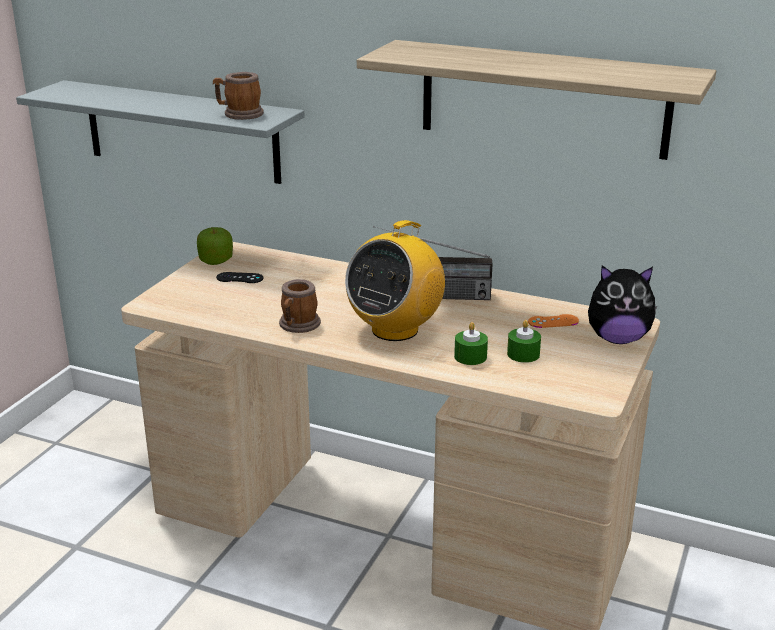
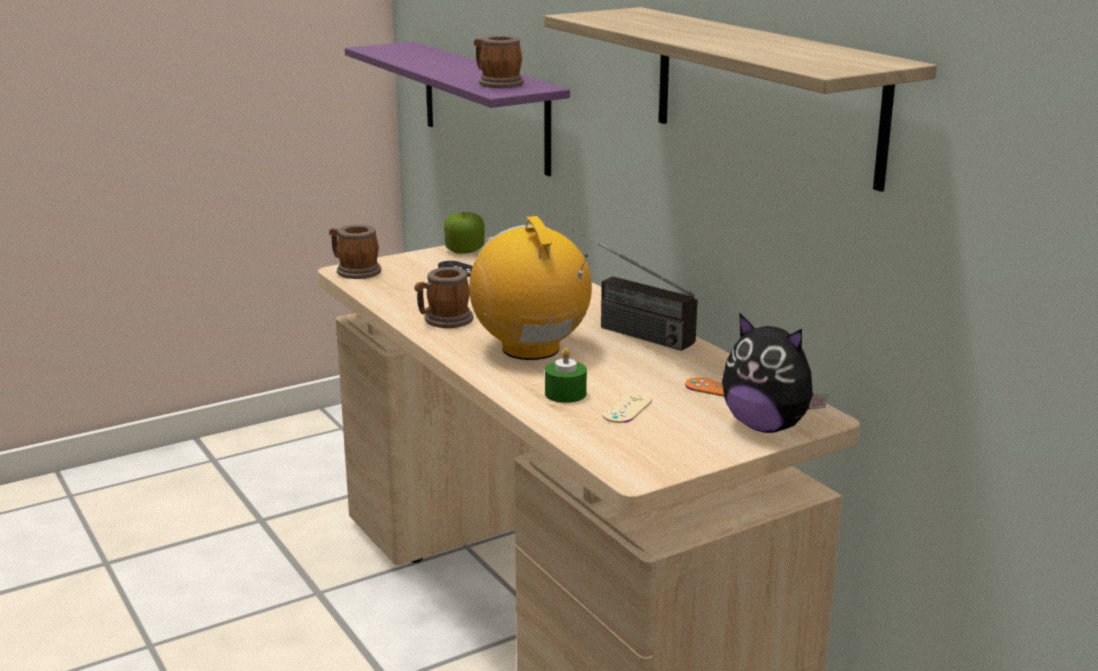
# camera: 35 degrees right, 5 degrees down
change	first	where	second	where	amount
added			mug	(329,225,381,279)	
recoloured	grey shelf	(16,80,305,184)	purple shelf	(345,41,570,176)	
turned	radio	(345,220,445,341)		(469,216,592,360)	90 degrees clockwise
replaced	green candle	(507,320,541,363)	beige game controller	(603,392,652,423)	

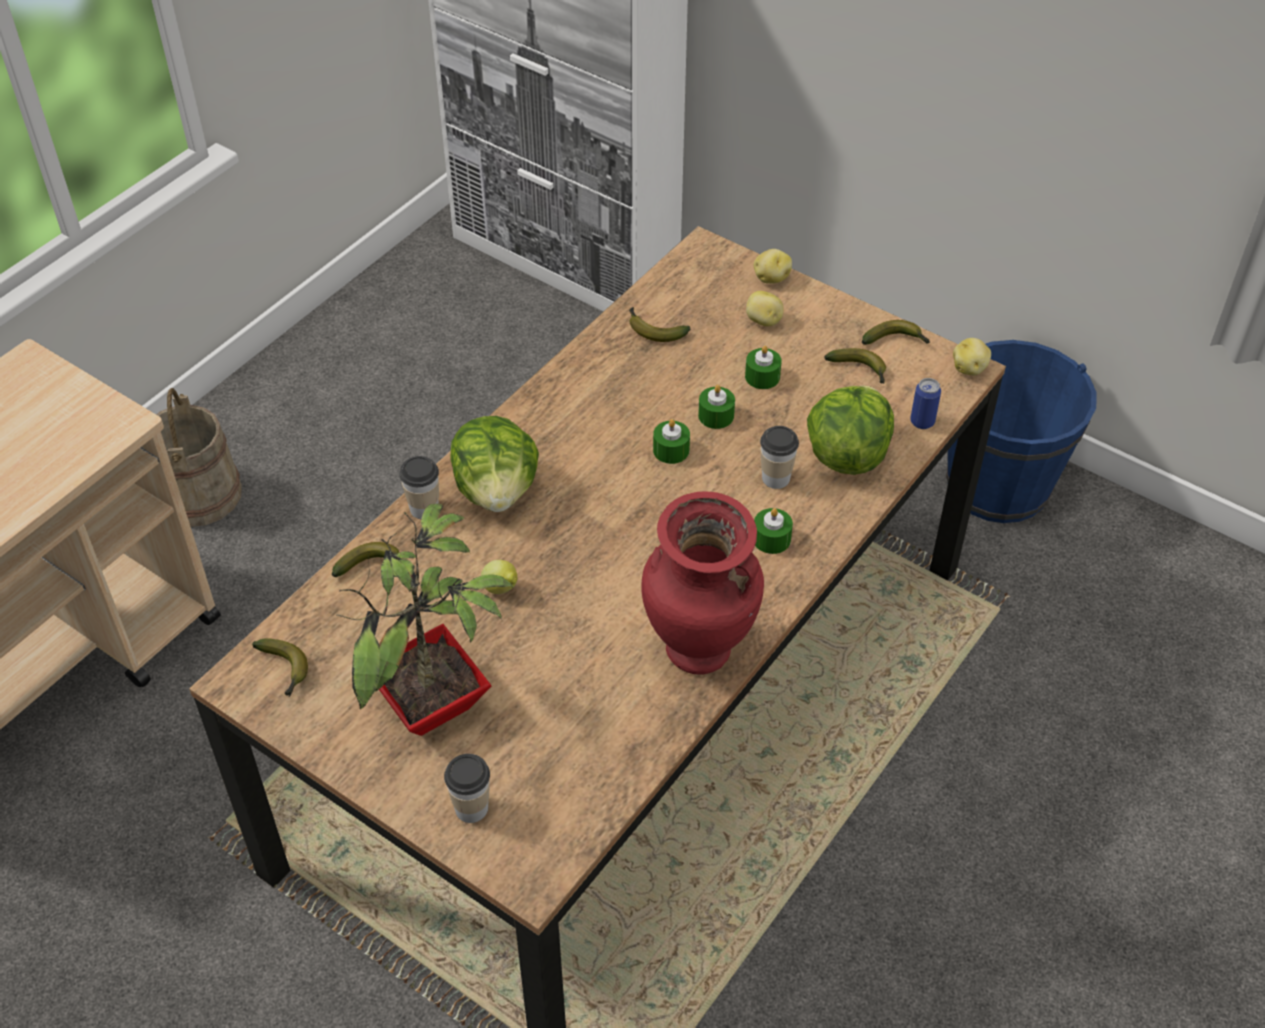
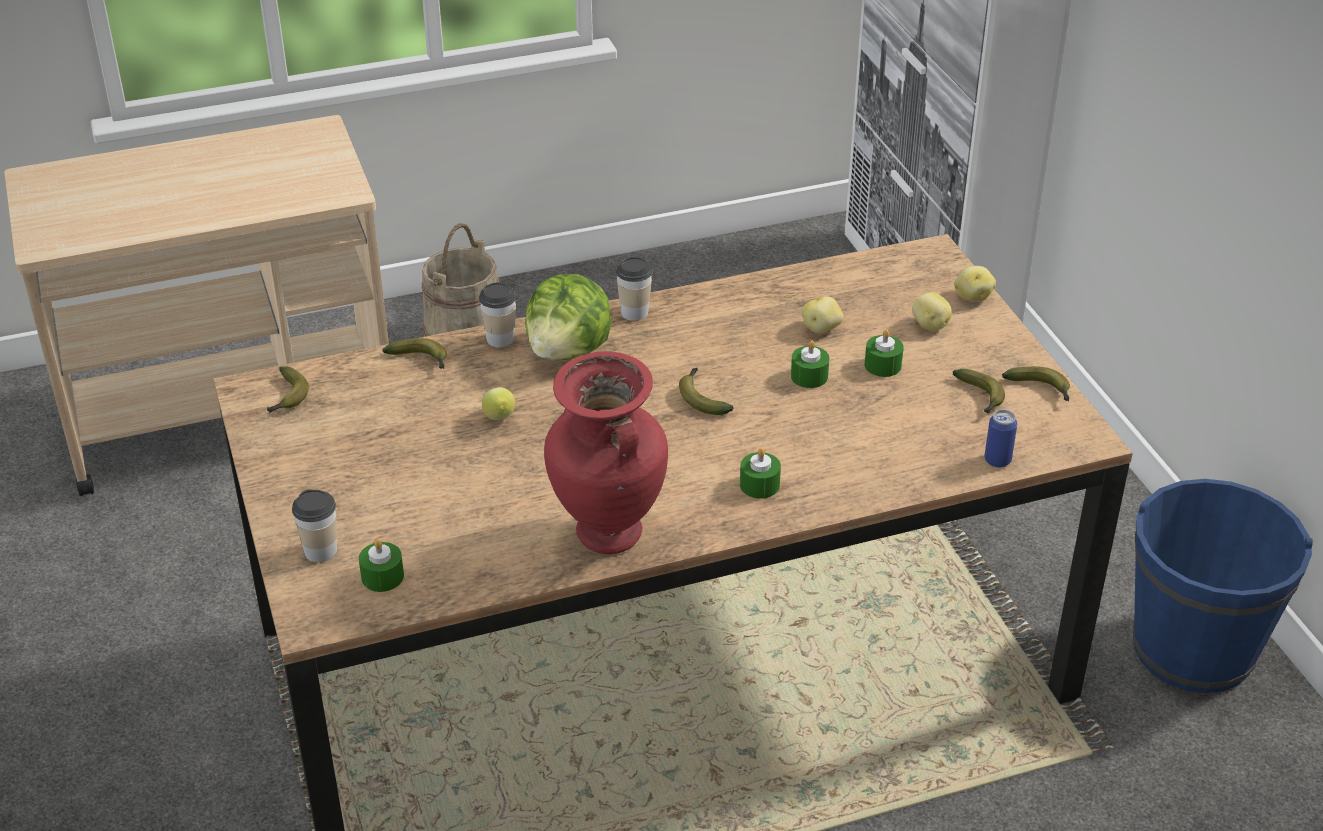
# camera: 35 degrees right, 10 degrees down
change	first	where	second	where	amount
moved	green candle	(653,419,690,464)		(359,539,404,592)	
moved	cup	(760,426,799,489)		(616,257,653,321)	
moved	banana	(629,307,690,342)		(679,368,734,415)	
moved	potato	(953,338,991,376)		(802,296,843,334)	
removed	potted plant	(336,503,513,736)			
removed	lettuce	(807,386,894,475)			

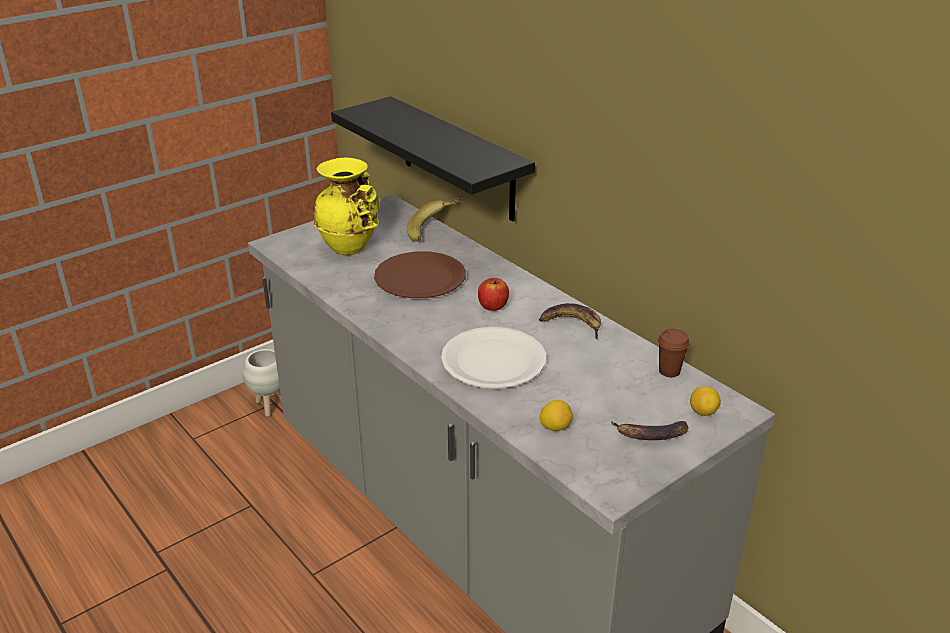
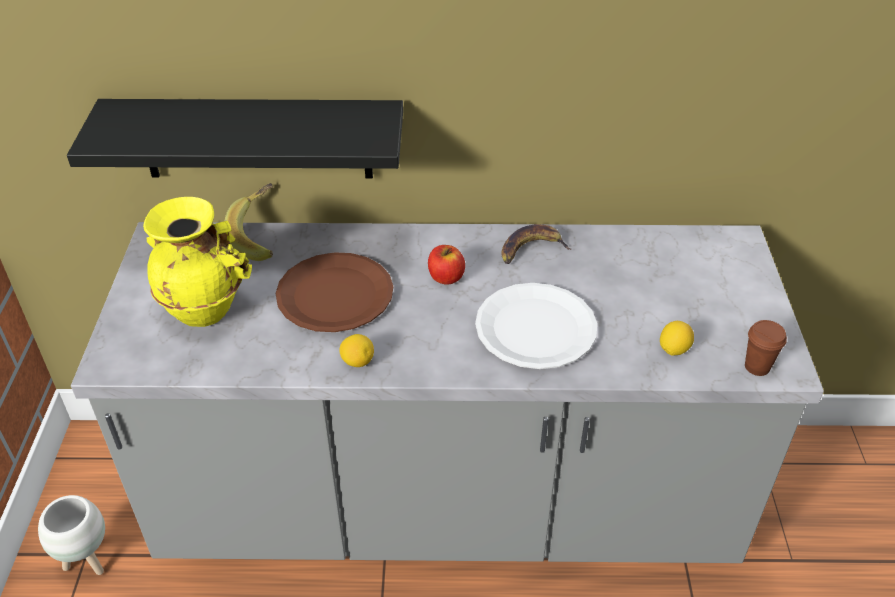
# camera: 50 degrees left, 10 degrees up
change	first	where	second	where	amount
moved	lemon	(690,386,721,416)		(340,334,374,367)	
moved	brown cup	(658,329,689,377)		(745,320,787,376)	
removed	banana	(611,421,688,440)			

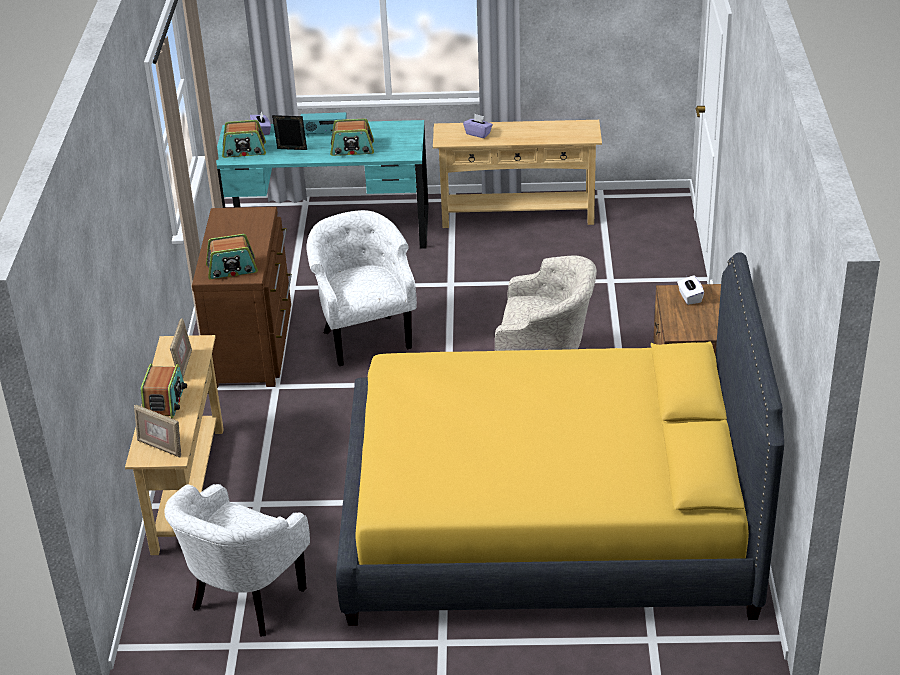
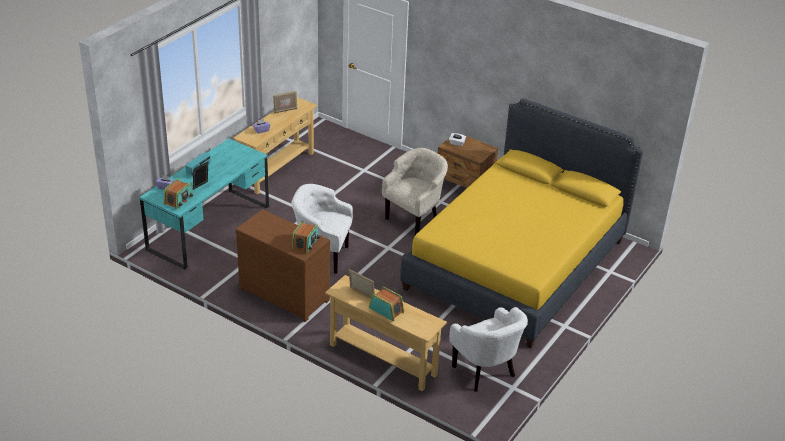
# camera: 60 degrees left, 0 degrees up
change	first	where	second	where	amount
moved	picture frame	(134,405,181,458)		(273,91,297,114)	
removed	radio	(330,118,374,156)			

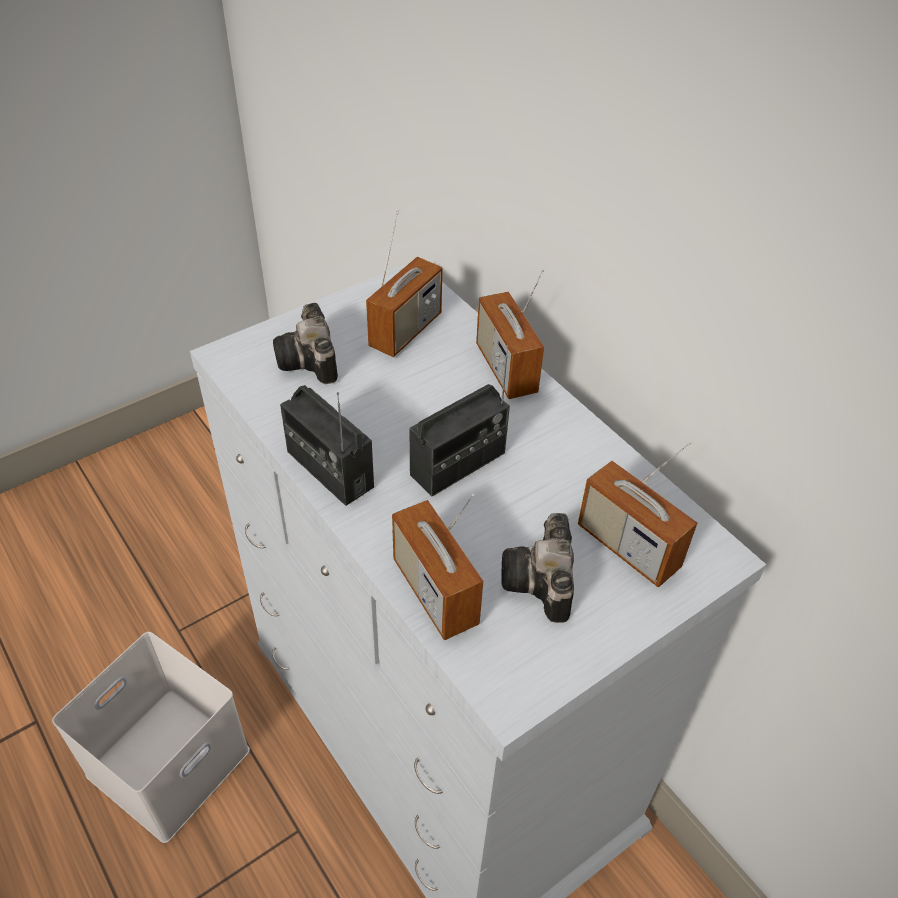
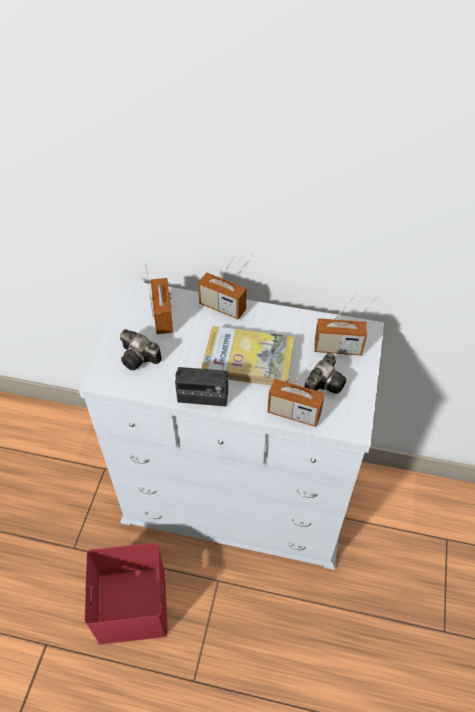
# camera: 40 degrees left, 5 degrees up
change	first	where	second	where	amount
recoloured	white storage box	(52,632,250,843)	red storage box	(85,543,168,645)	
replaced	radio	(409,345,510,497)	book	(201,326,294,386)	
turned	photo camera	(501,513,574,623)		(305,353,346,394)	105 degrees counterclockwise

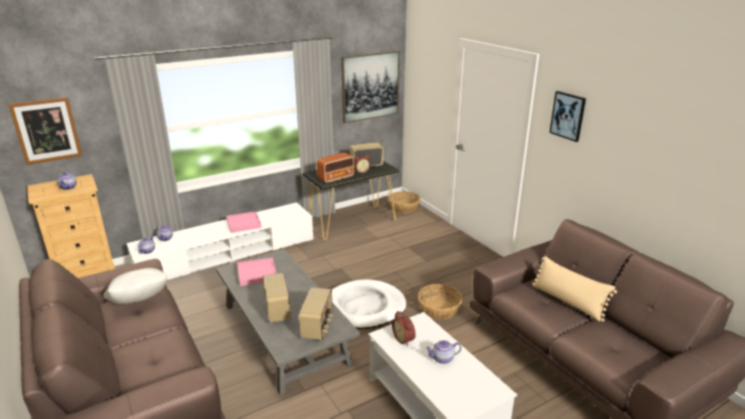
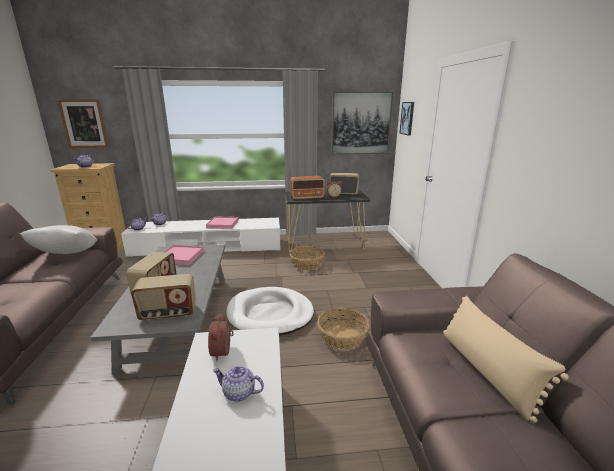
# camera: 25 degrees right, 5 degrees down
change	first	where	second	where	amount
turned	radio	(299,287,333,340)		(131,274,196,321)	45 degrees clockwise
moved	basket	(388,191,420,213)		(289,246,325,270)	
moved	picture	(549,91,586,142)		(399,102,414,136)	

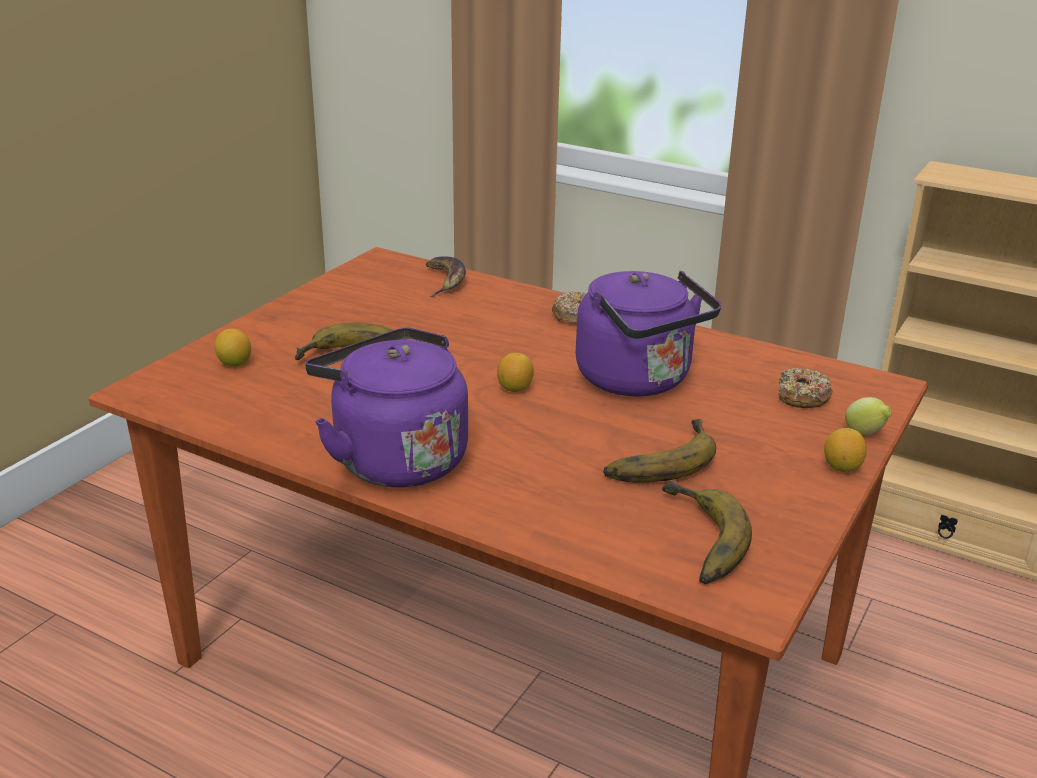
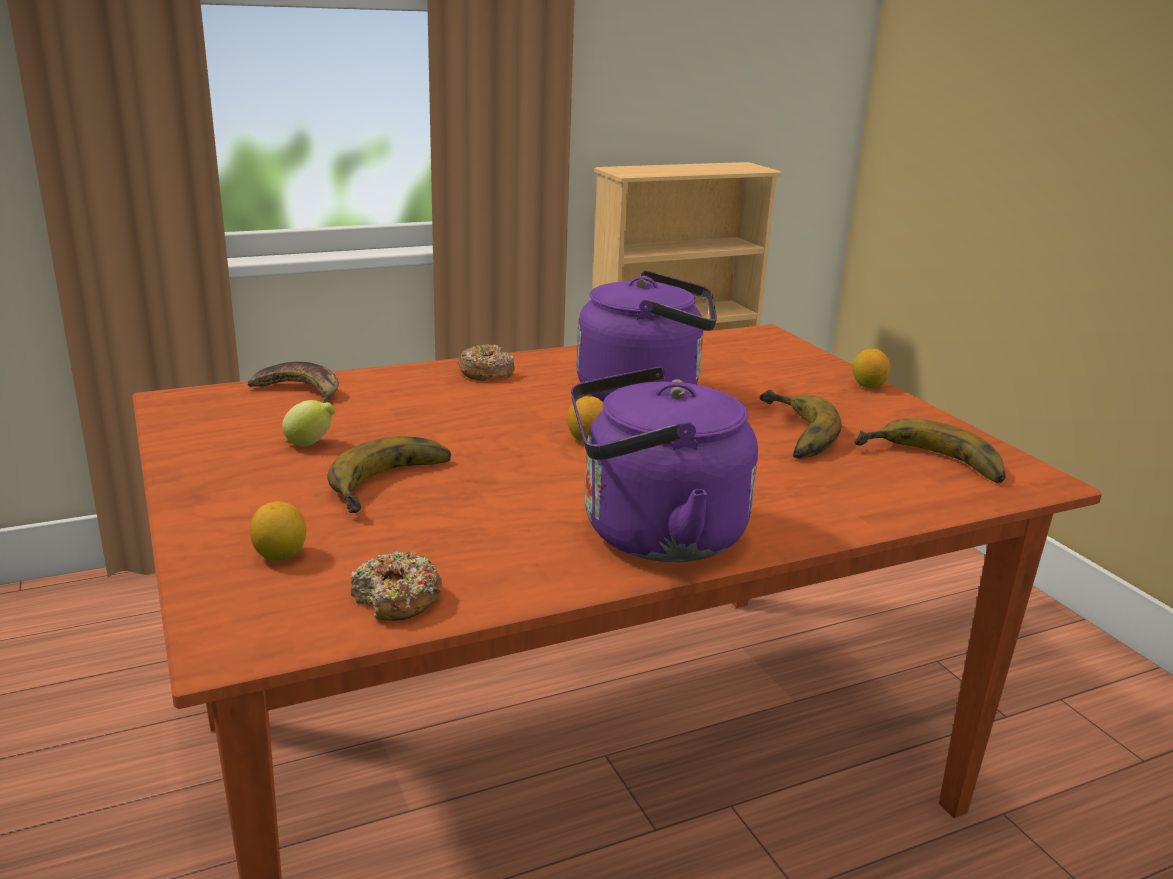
# camera: 55 degrees left, 5 degrees down
change	first	where	second	where	amount
moved	lemon	(845,397,891,435)		(282,400,336,446)	
moved	donut	(778,368,833,408)		(350,551,442,621)	

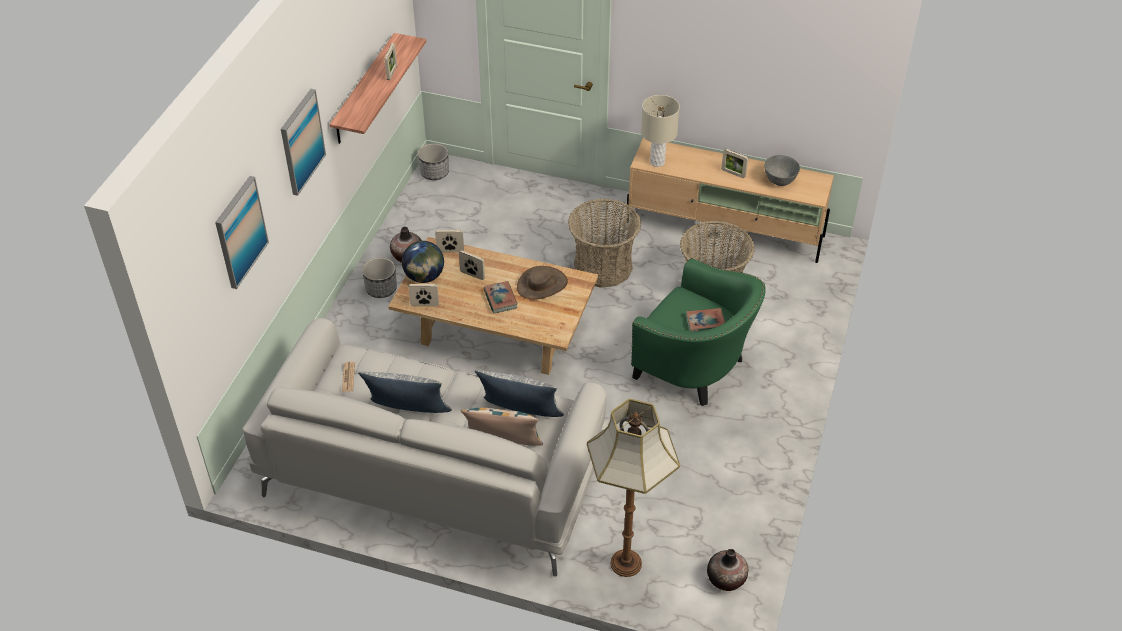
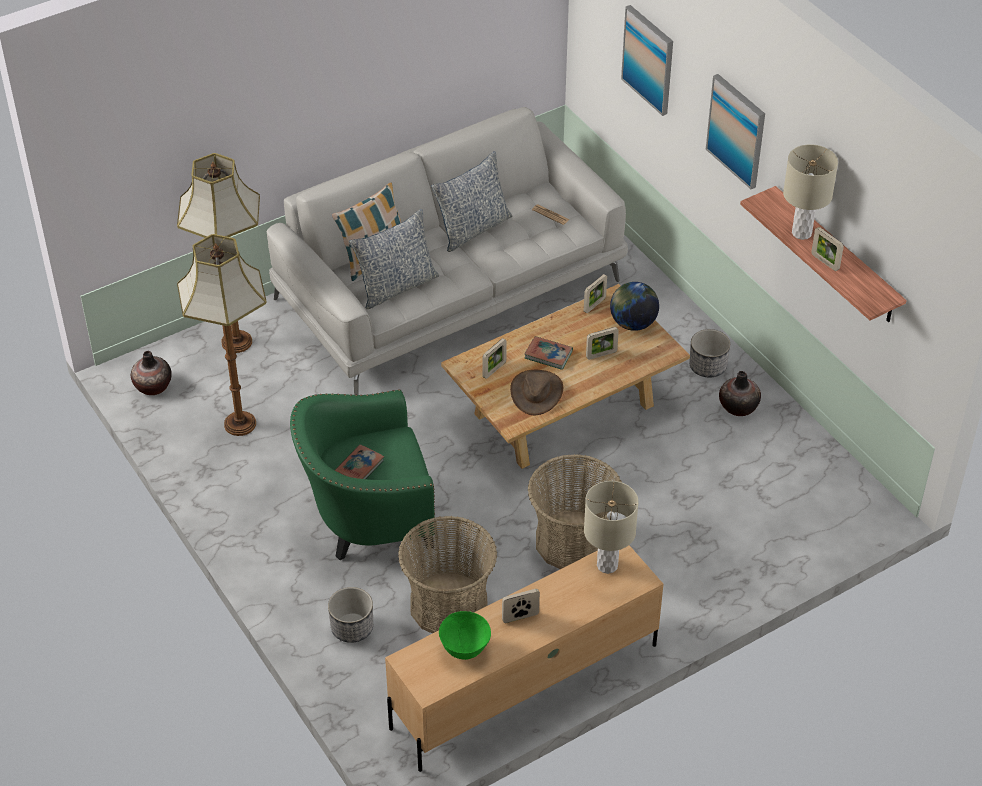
# camera: 130 degrees right, 0 degrees up
change	first	where	second	where	amount
added			floor lamp	(177,234,267,436)	
moved	planter	(418,143,449,180)		(328,587,373,643)	
recoloured	grey bowl	(764,155,800,186)	green bowl	(439,611,491,660)	
moved	picture frame	(435,230,464,252)		(483,338,507,379)	
added			beige table lamp	(783,144,838,240)	

